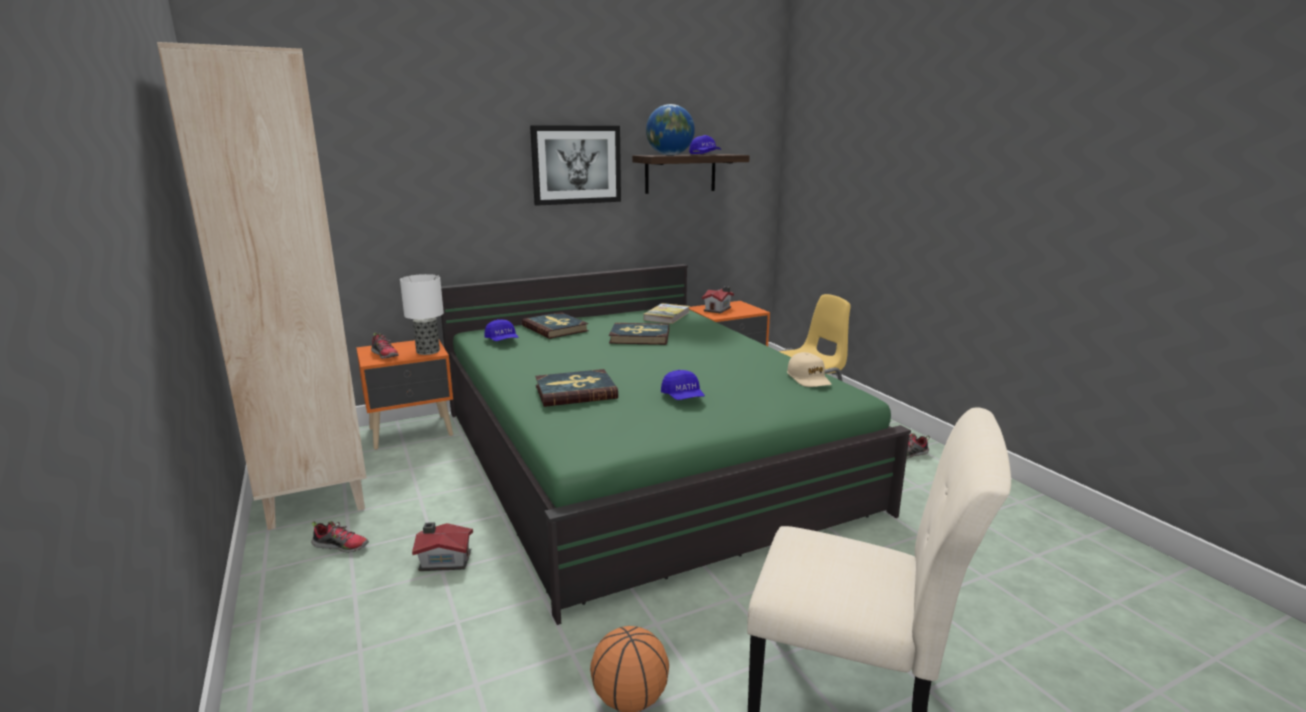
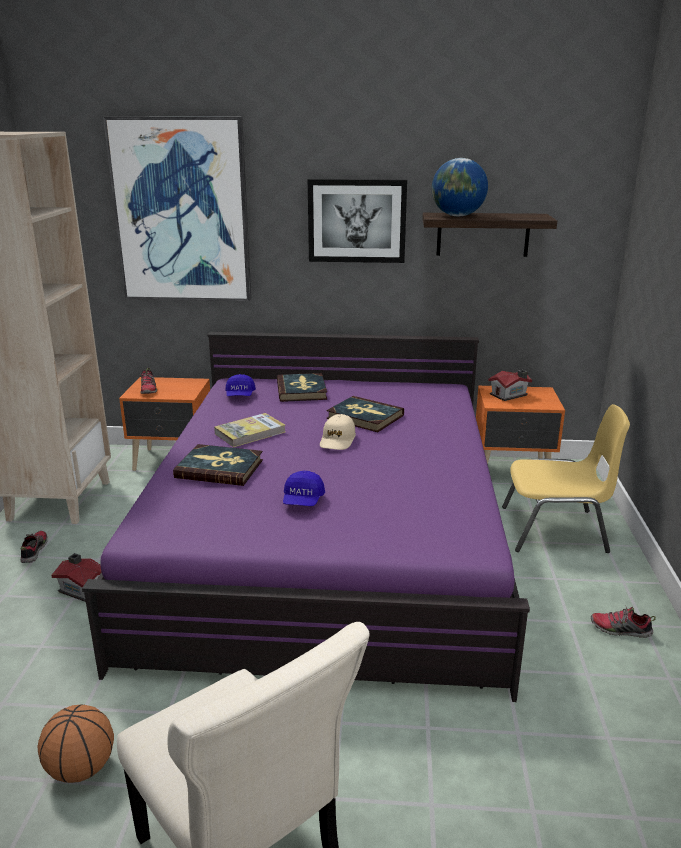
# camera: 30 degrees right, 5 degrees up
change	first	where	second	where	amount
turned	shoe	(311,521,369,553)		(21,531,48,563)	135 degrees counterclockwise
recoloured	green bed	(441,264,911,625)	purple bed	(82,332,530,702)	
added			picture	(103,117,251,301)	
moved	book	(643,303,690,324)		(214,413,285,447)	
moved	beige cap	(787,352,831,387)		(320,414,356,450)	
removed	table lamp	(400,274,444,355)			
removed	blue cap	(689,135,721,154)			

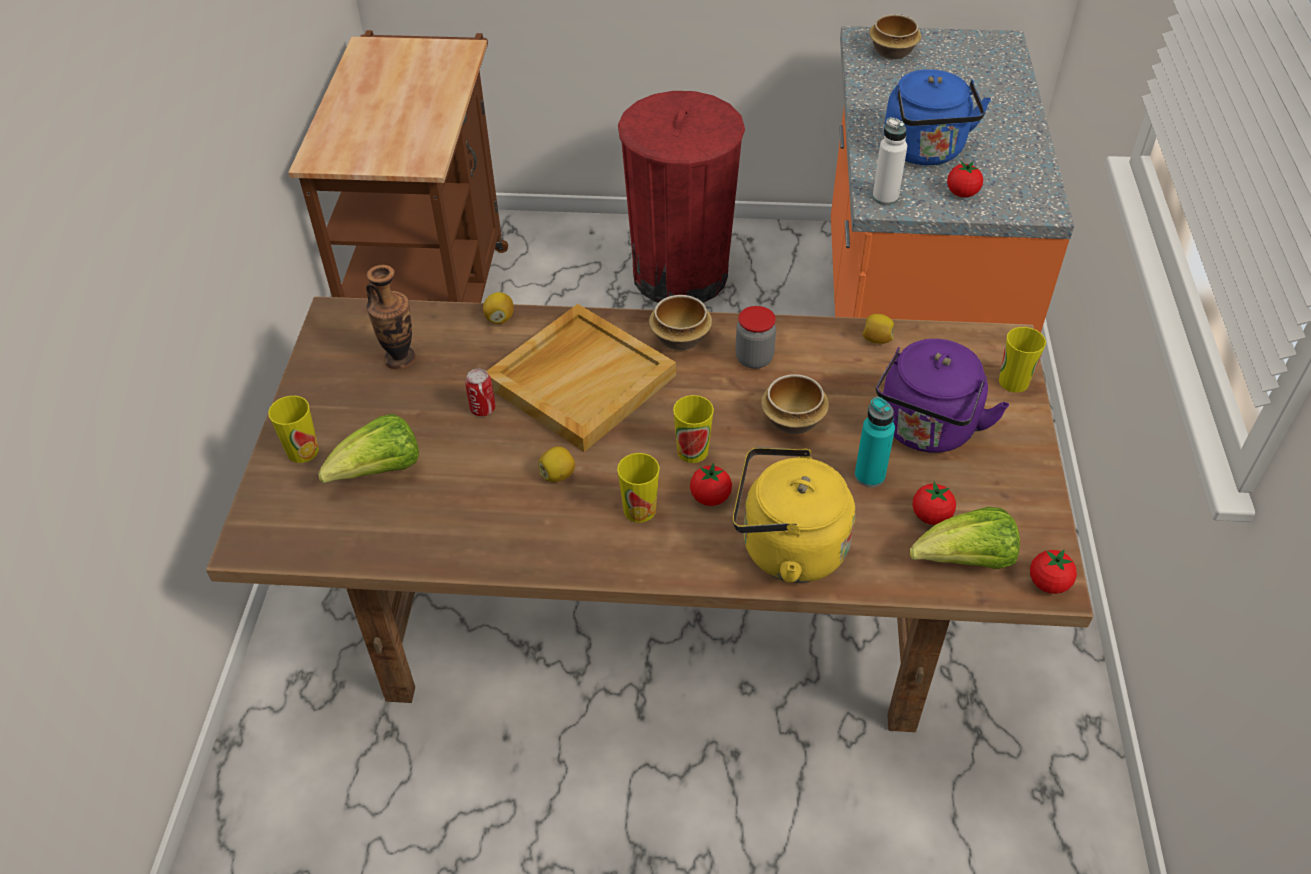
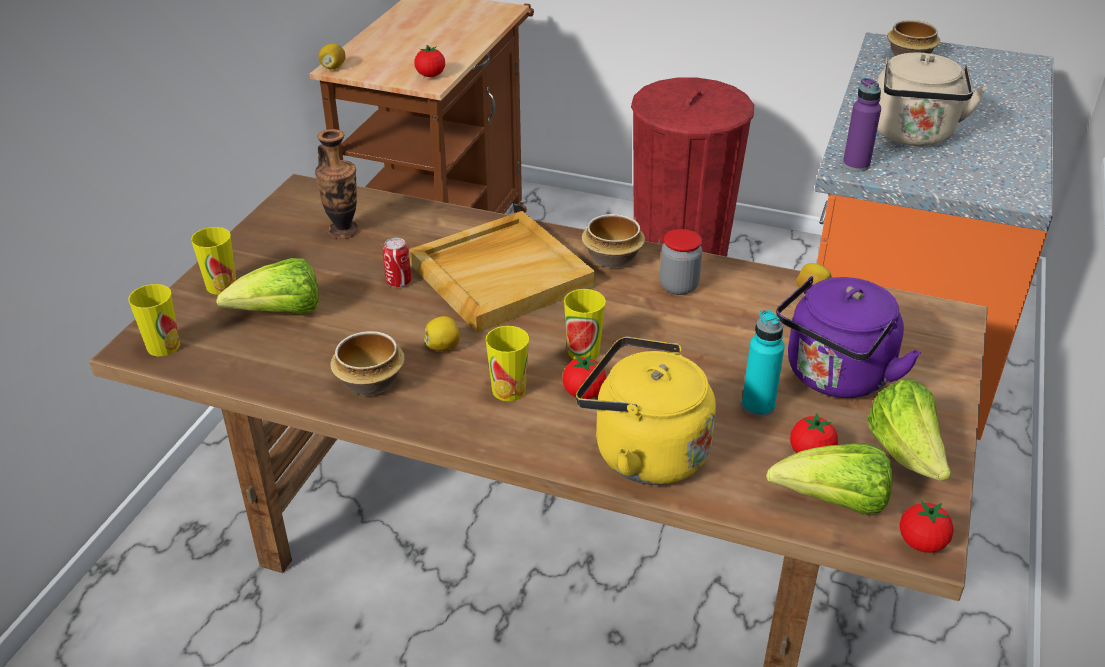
# camera: 15 degrees right, 10 degrees down
change	first	where	second	where	amount
moved	cup	(999,327,1046,392)		(128,284,180,356)	
moved	lemon	(483,292,514,324)		(318,44,346,69)	
moved	bowl	(761,374,829,434)		(330,331,405,395)	
moved	tomato	(947,161,983,197)		(414,45,445,77)	
recoloured	white bottle	(872,117,907,205)	purple bottle	(843,78,881,171)	
added			lettuce	(867,380,951,481)	
recoloured	blue kettle	(884,69,991,165)	beige kettle	(877,53,987,146)	

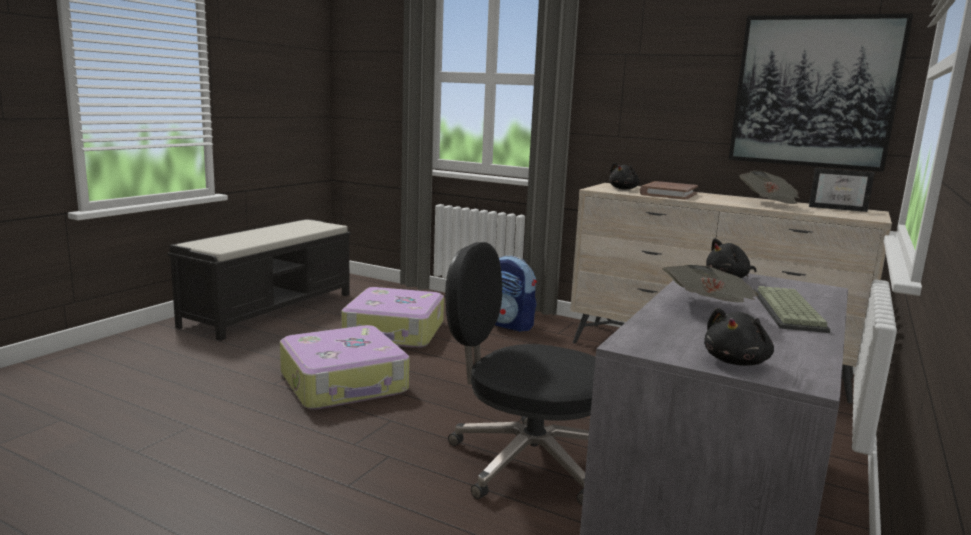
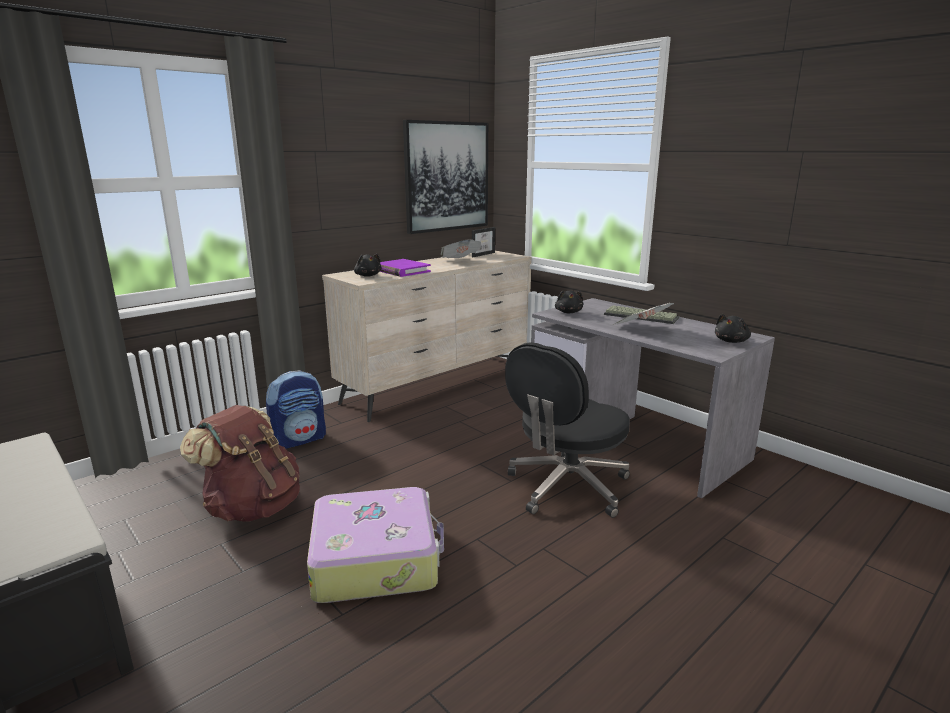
# camera: 70 degrees left, 5 degrees up
change	first	where	second	where	amount
replaced	suitcase	(341,287,444,348)	brown backpack	(180,405,300,521)	
recoloured	brown book	(640,181,698,200)	purple book	(380,259,431,277)	
turned	black plush toy	(704,308,774,366)		(715,314,751,343)	75 degrees clockwise

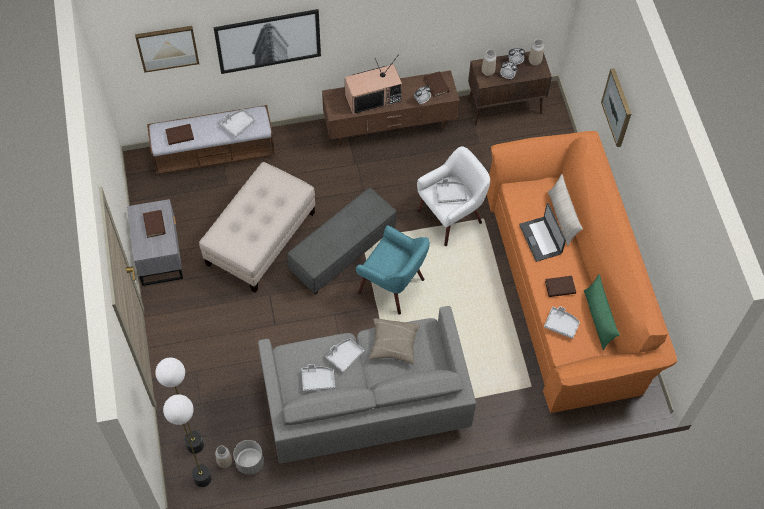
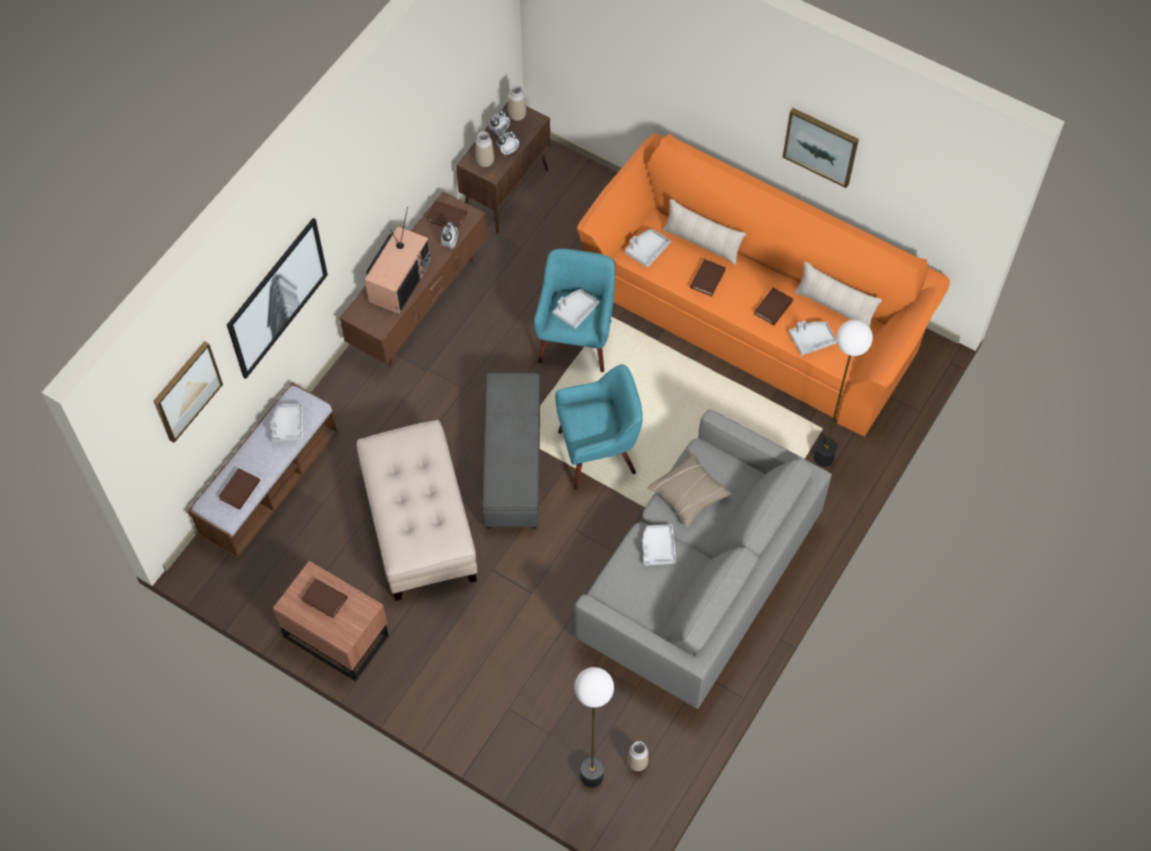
# camera: 45 degrees left, 0 degrees up
change	first	where	second	where	amount
recoloured	grey nightstand	(127,199,183,286)	brown nightstand	(273,561,389,681)	
recoloured	white armchair	(417,146,490,246)	turquoise armchair	(534,249,615,372)	
moved	grey tray	(301,364,335,391)		(625,229,671,267)	
replaced	laptop	(519,203,566,262)	brown book	(690,259,726,296)	
moved	picture	(601,68,631,147)		(783,108,859,188)	
recoloured	green pillow	(584,274,620,350)	beige pillow	(795,261,882,327)	
moved	floor lamp	(163,395,211,487)		(813,320,873,467)	
removed	grey planter	(233,440,264,475)			

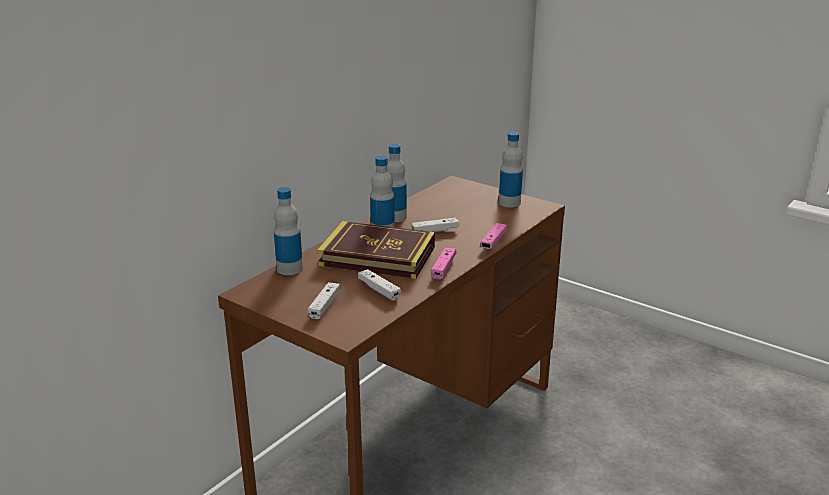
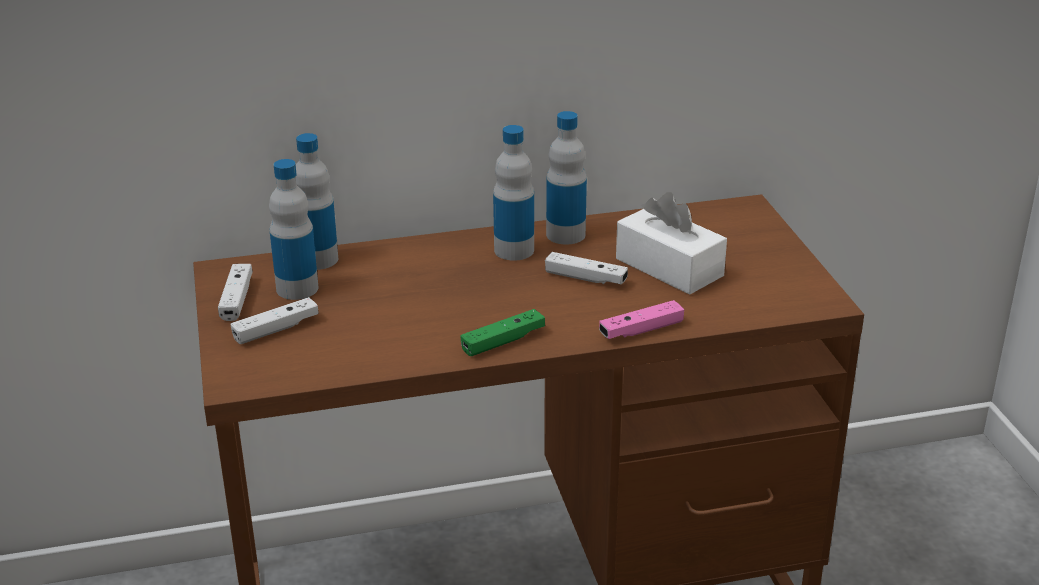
# camera: 40 degrees right, 5 degrees up
change	first	where	second	where	amount
moved	white game controller	(358,269,401,301)		(218,264,253,321)	
moved	bottle	(499,132,523,208)		(269,159,318,300)	
recoloured	pink game controller	(431,247,456,279)	green game controller	(460,309,545,356)	
added			white tissue box	(616,192,727,295)	
removed	book	(317,221,435,279)			

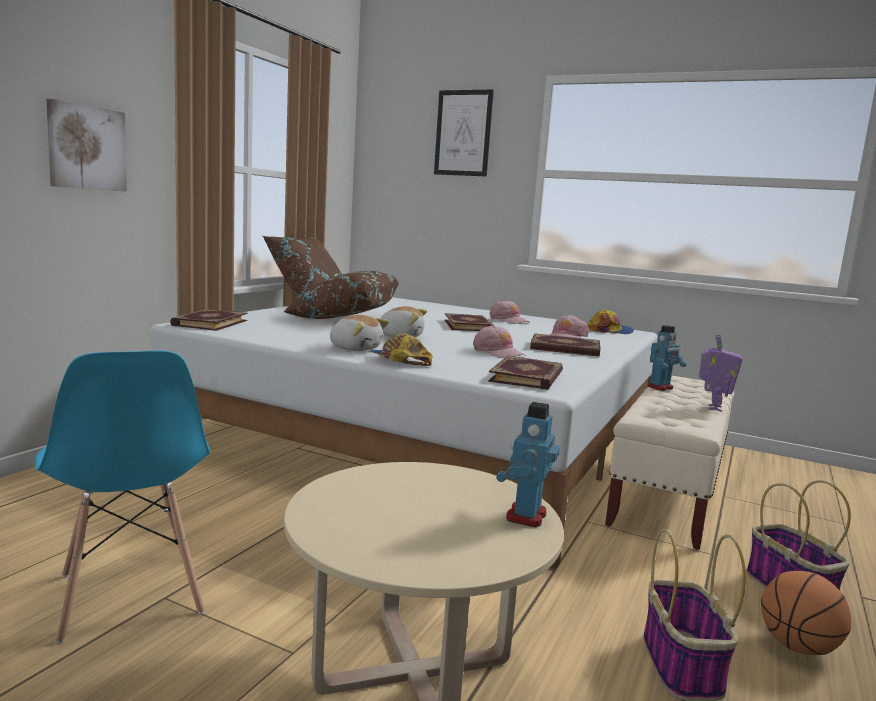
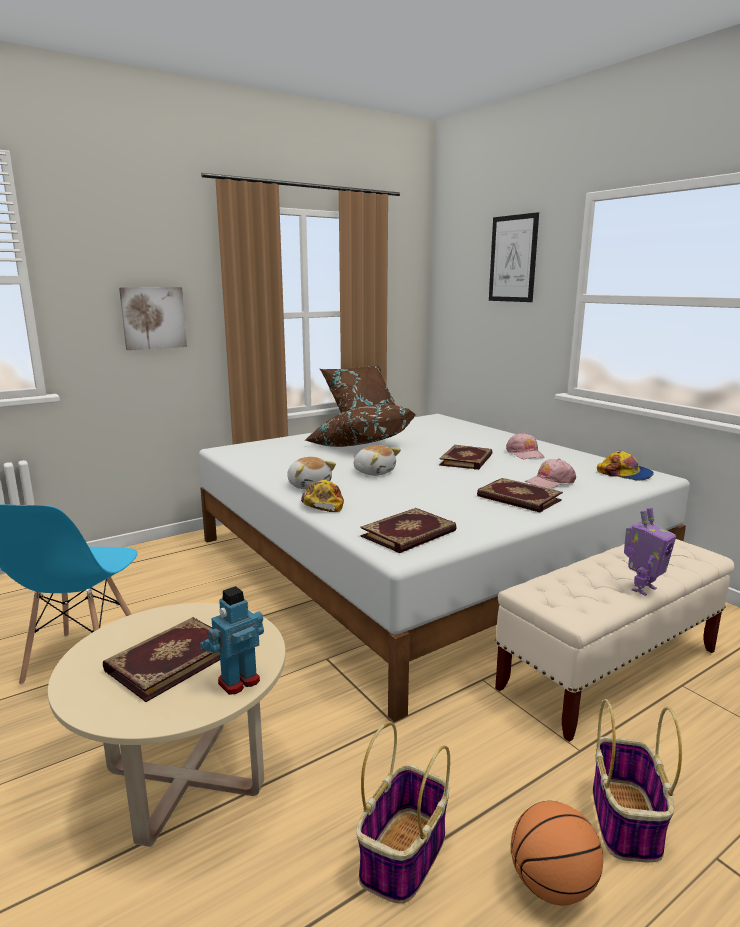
# camera: 30 degrees right, 5 degrees up
change	first	where	second	where	amount
moved	book	(170,309,247,331)		(103,617,220,702)	
removed	pink cap	(473,325,526,358)			
removed	toy robot	(648,325,686,391)			

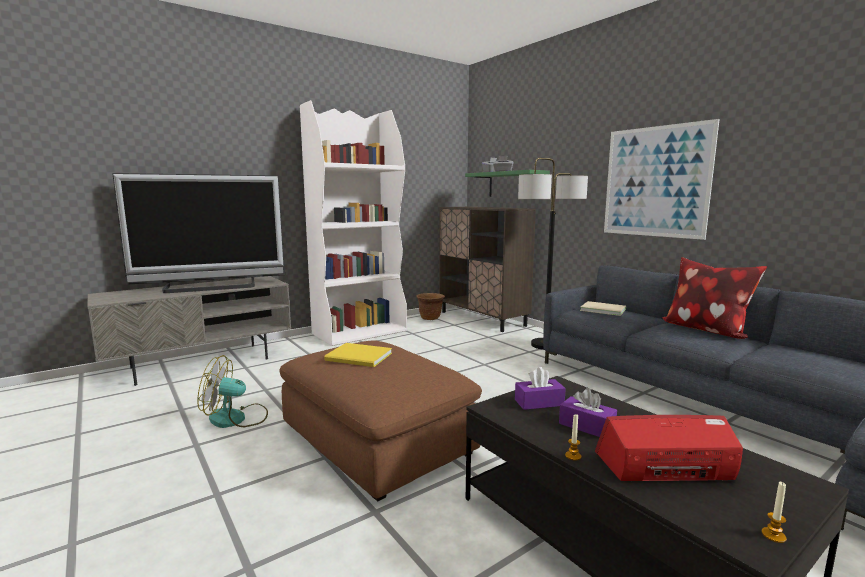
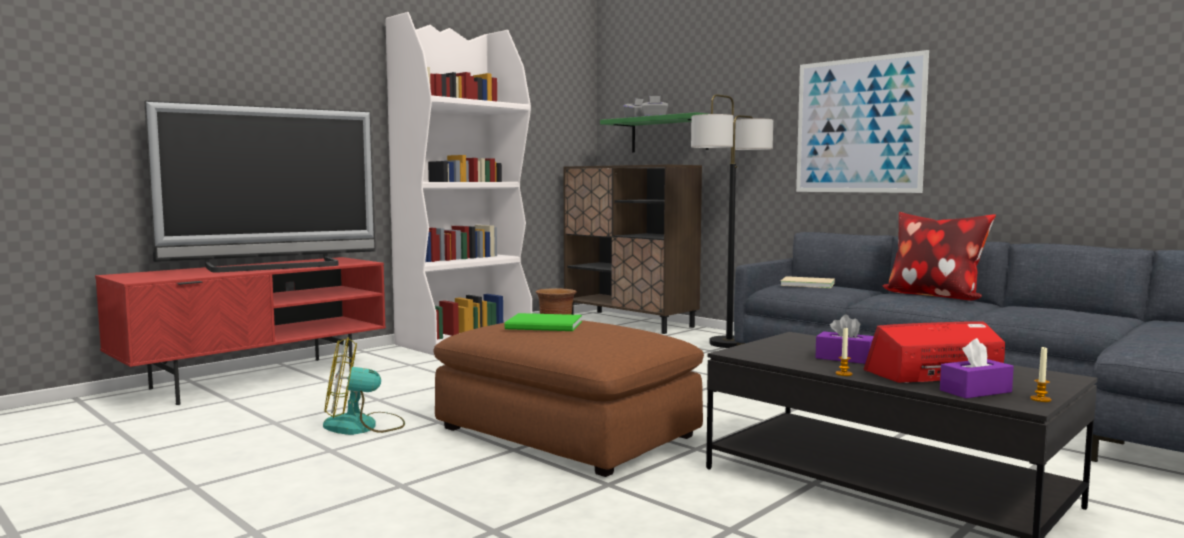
# camera: 10 degrees left, 5 degrees down
change	first	where	second	where	amount
recoloured	grey tv stand	(87,276,291,386)	red tv stand	(95,257,386,405)	
recoloured	yellow book	(324,343,392,367)	green book	(505,313,582,331)	
moved	purple tissue box	(515,367,566,410)		(940,338,1014,398)	

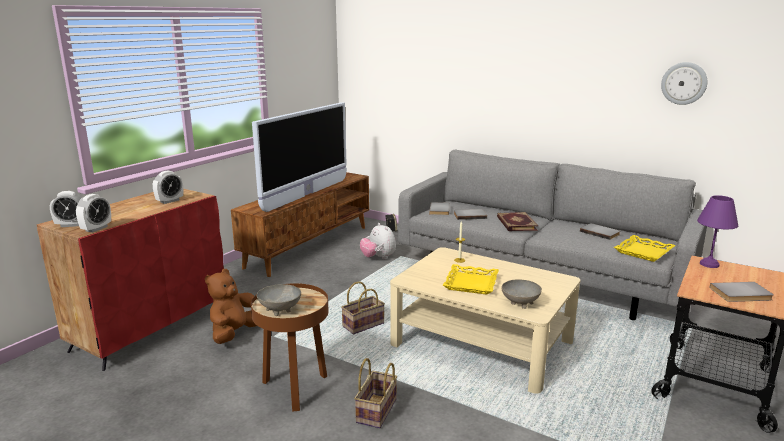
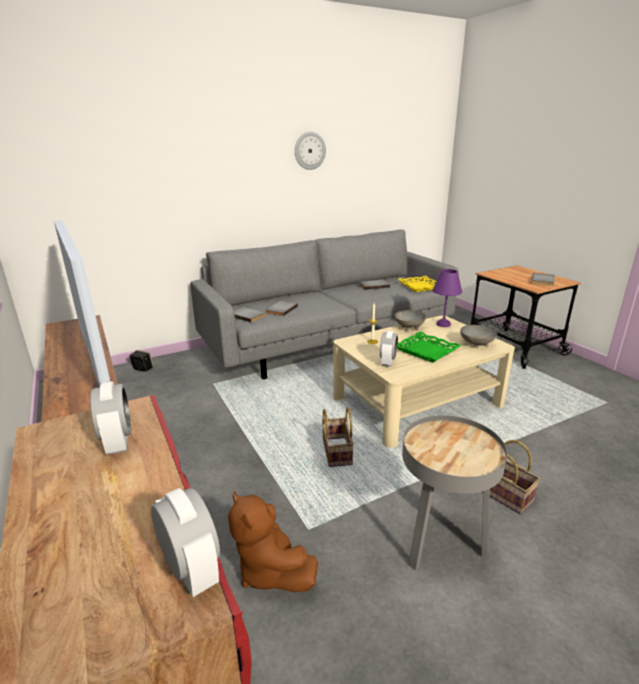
# camera: 60 degrees left, 5 degrees up
change	first	where	second	where	amount
moved	wall clock	(661,62,707,105)		(295,132,326,170)	
moved	alarm clock	(50,191,82,227)		(380,331,398,367)	
moved	grey bowl	(257,284,301,316)		(394,310,426,331)	
recoloured	yellow tray	(443,264,499,295)	green tray	(397,332,461,363)	
recoloured	brown side table	(251,283,329,412)	grey side table	(402,415,507,571)	
moved	purple table lamp	(697,195,738,268)		(432,269,462,327)	
removed	plush toy	(360,223,396,259)			
removed	book	(497,212,538,231)			

